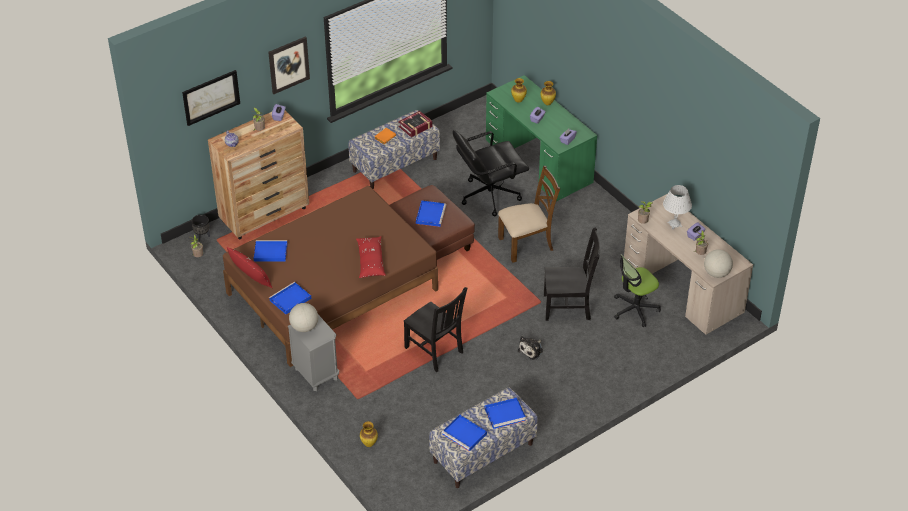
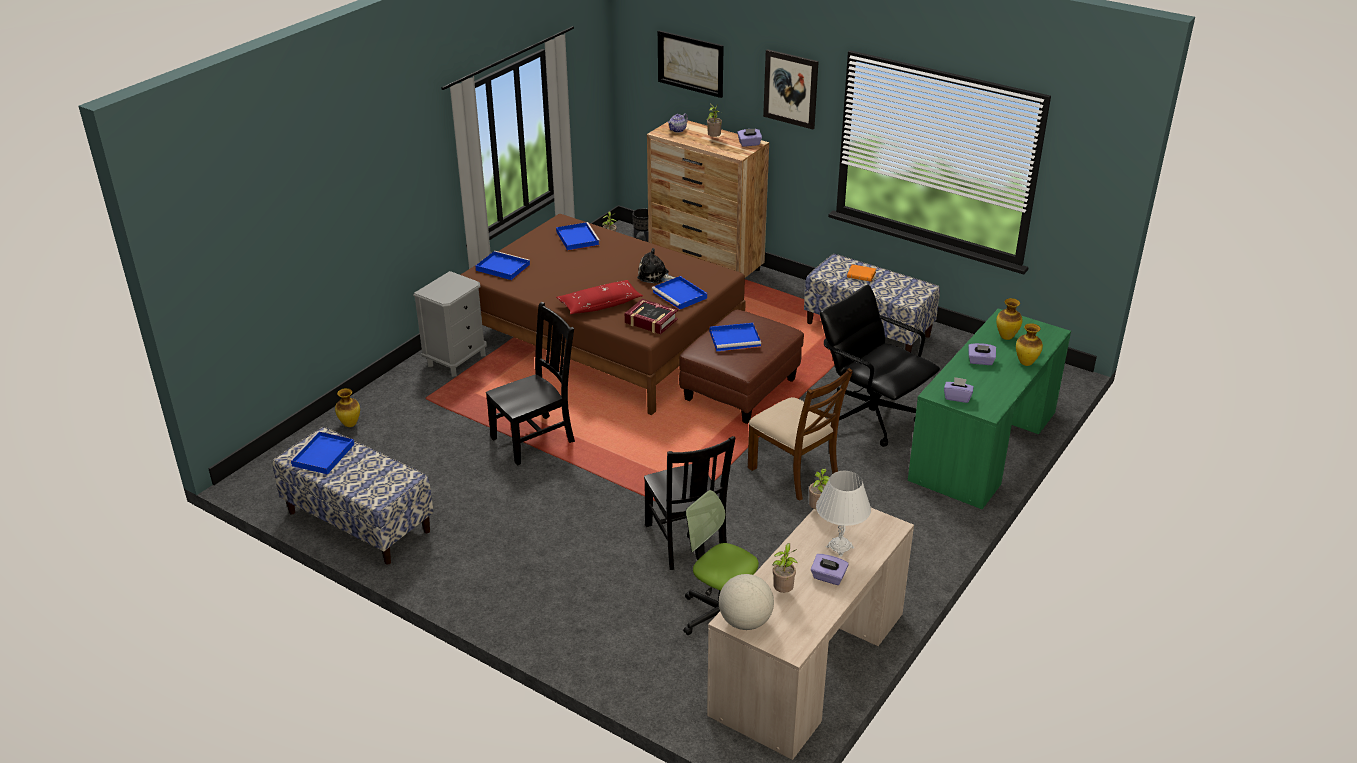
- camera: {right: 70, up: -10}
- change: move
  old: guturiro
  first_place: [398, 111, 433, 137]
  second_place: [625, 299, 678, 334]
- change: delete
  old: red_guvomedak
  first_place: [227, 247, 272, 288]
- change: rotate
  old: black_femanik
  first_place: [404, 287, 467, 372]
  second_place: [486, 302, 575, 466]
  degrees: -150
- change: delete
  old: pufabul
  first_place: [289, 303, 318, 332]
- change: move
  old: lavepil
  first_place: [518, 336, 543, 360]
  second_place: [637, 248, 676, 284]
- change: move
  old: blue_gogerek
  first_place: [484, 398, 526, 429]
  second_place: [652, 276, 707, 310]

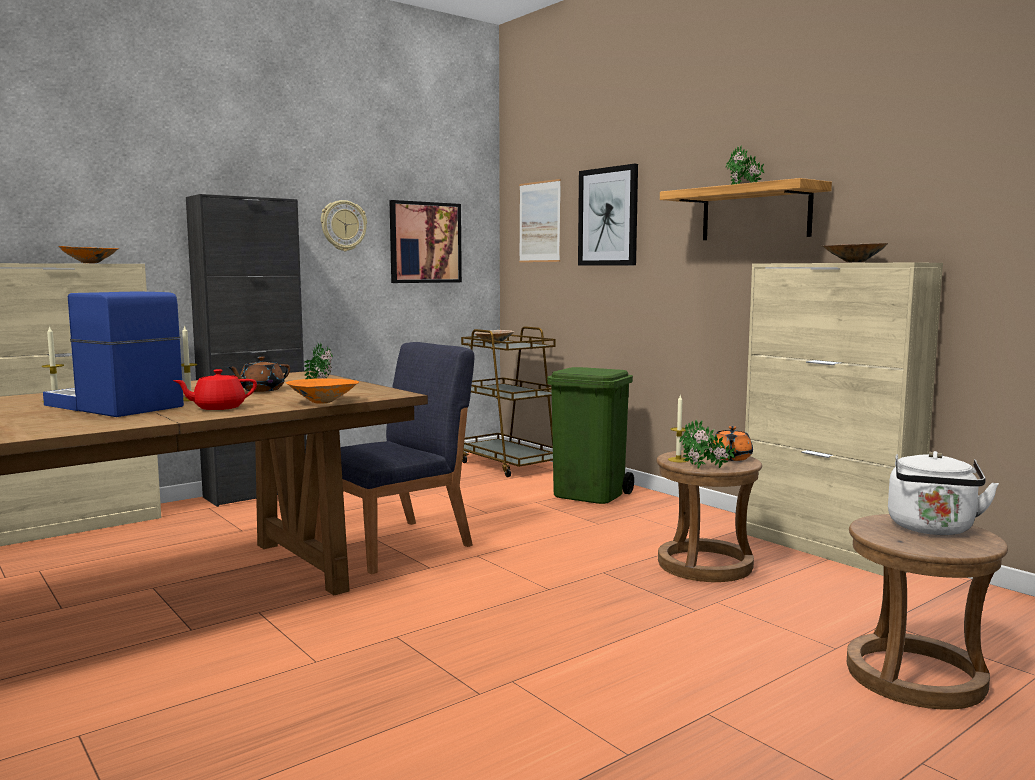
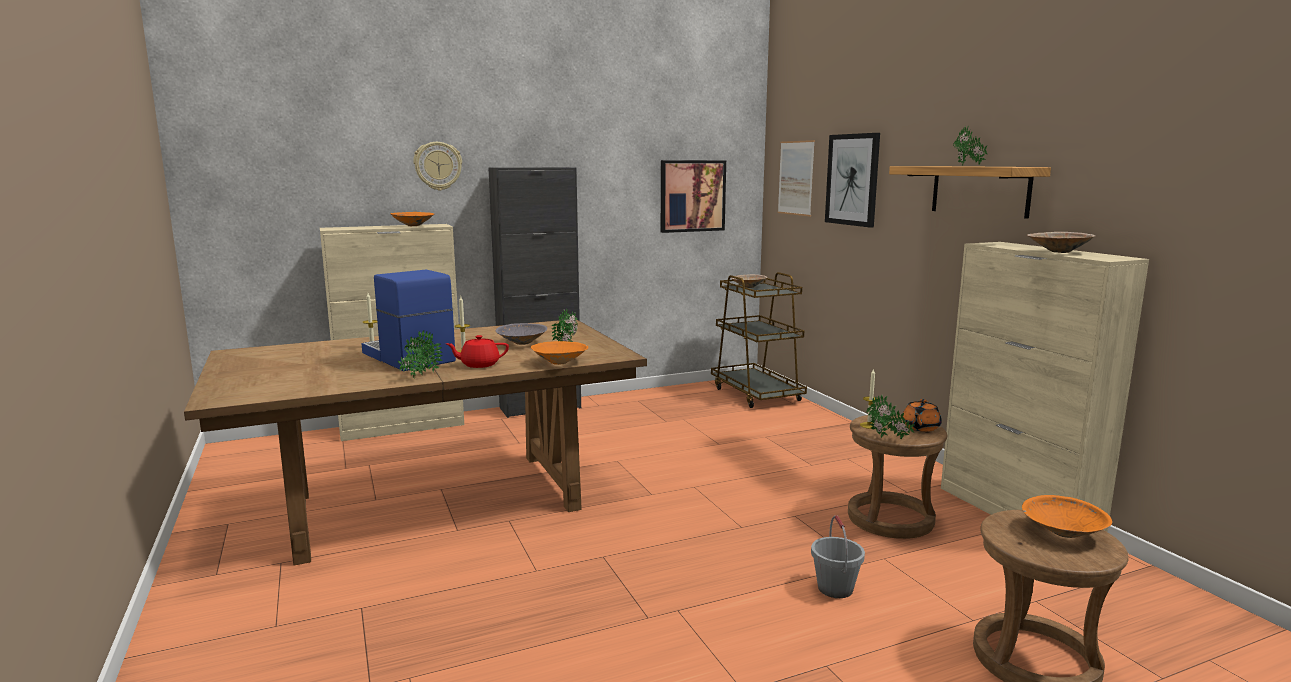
- camera: {right: 15, up: 5}
- change: move
  old: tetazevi
  first_place: [321, 200, 367, 251]
  second_place: [413, 142, 462, 190]
- change: delete
  old: blue_femanik
  first_place: [315, 342, 474, 574]
- change: replace
  old: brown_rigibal
  new: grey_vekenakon
  first_place: [228, 356, 290, 392]
  second_place: [496, 323, 548, 345]
- change: delete
  old: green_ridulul
  first_place: [547, 367, 634, 504]
- change: replace
  old: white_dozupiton
  new: orange_vekenakon
  first_place: [888, 451, 999, 535]
  second_place: [1022, 495, 1112, 538]
- change: insert
  new: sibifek
  second_place: [398, 330, 443, 379]
- change: insert
  new: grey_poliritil
  second_place: [811, 515, 865, 598]

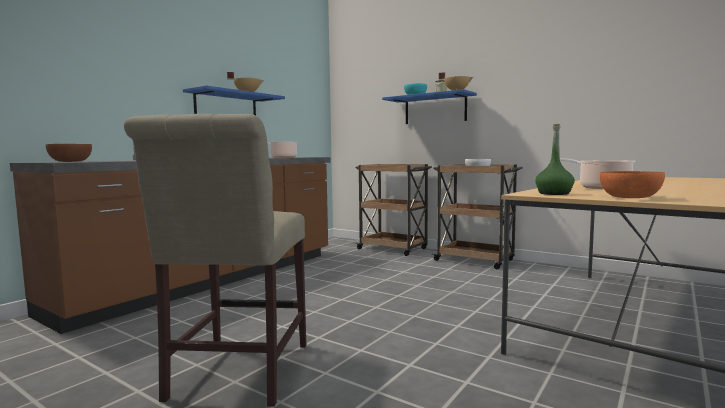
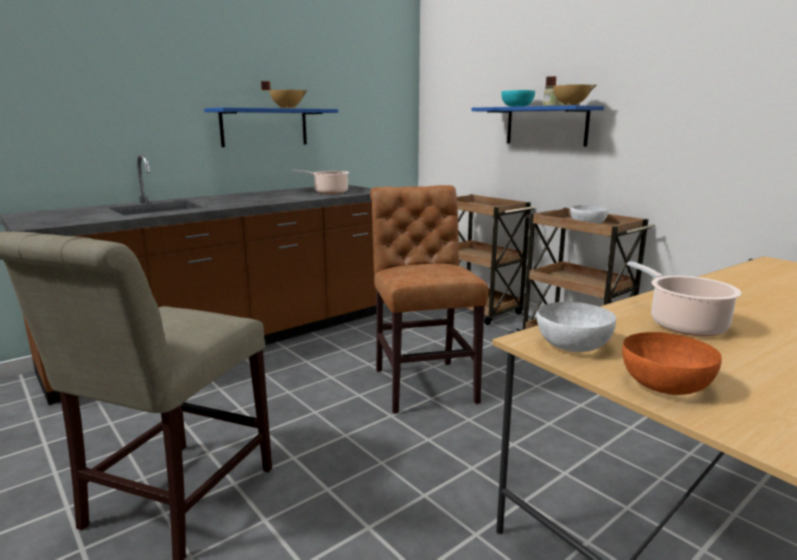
- camera: {right: 15, up: 10}
- change: replace
  old: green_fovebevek
  new: white_vekenakon
  first_place: [535, 124, 575, 195]
  second_place: [537, 302, 616, 352]
- change: delete
  old: brown_vekenakon
  first_place: [46, 144, 92, 162]
- change: insert
  new: brown_femanik
  second_place: [370, 185, 488, 414]

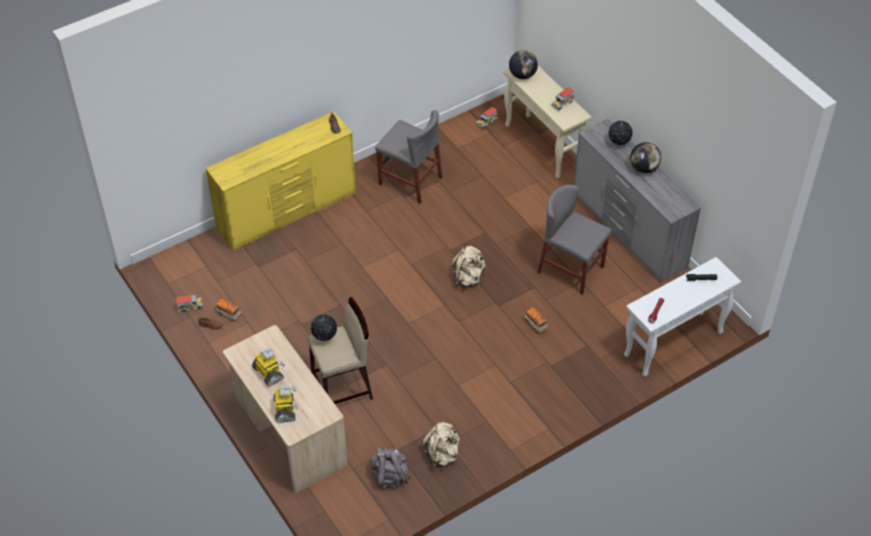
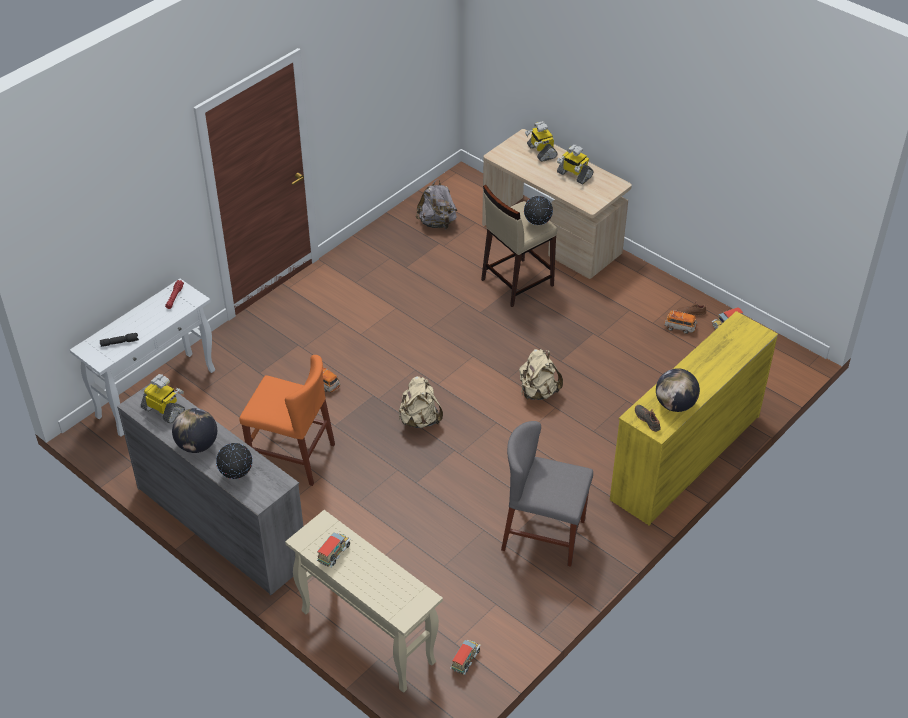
- camera: {right: 165, up: -5}
- change: move
  old: pufabul
  first_place: [509, 50, 538, 79]
  second_place: [656, 368, 700, 412]
- change: recolor
  old: grey_femanik
  new: orange_femanik
  first_place: [537, 185, 611, 295]
  second_place: [239, 355, 335, 486]
- change: move
  old: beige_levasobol
  first_place: [422, 422, 460, 470]
  second_place: [519, 349, 563, 400]
- change: insert
  new: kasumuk
  second_place: [141, 374, 185, 424]

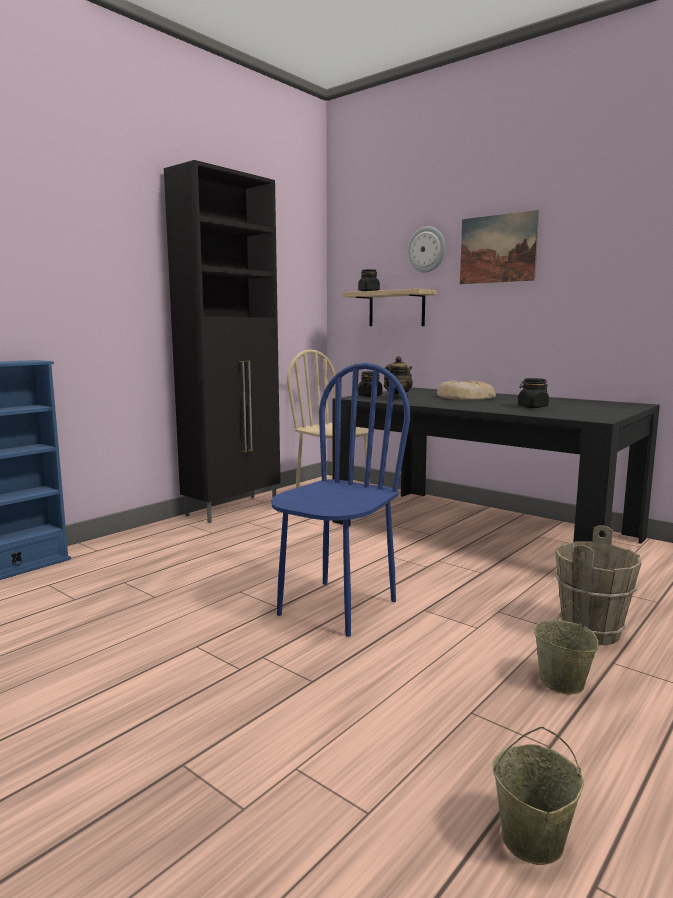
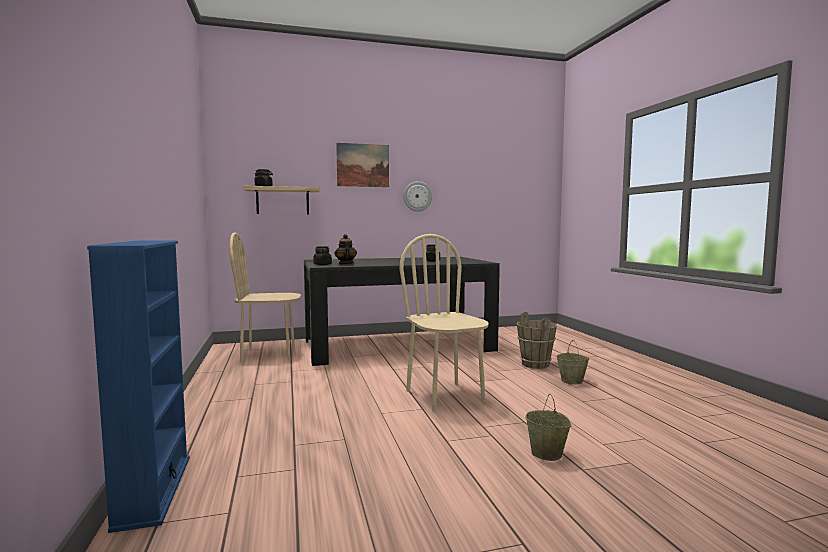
- camera: {right: -55, up: -5}
- change: delete
  old: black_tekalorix
  first_place: [164, 160, 280, 523]
- change: move
  old: tetazevi
  first_place: [407, 226, 446, 273]
  second_place: [403, 181, 432, 212]
- change: recolor
  old: blue_femanik
  new: beige_femanik
  first_place: [271, 363, 410, 637]
  second_place: [400, 234, 489, 412]
- change: delete
  old: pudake
  first_place: [437, 380, 496, 400]
- change: move
  old: beige_poliritil
  first_place: [493, 727, 584, 865]
  second_place: [525, 393, 571, 461]

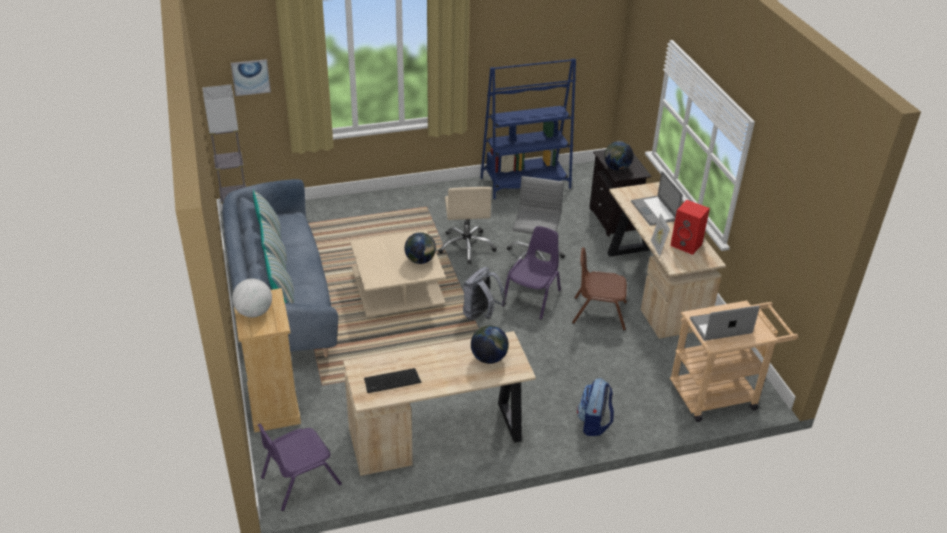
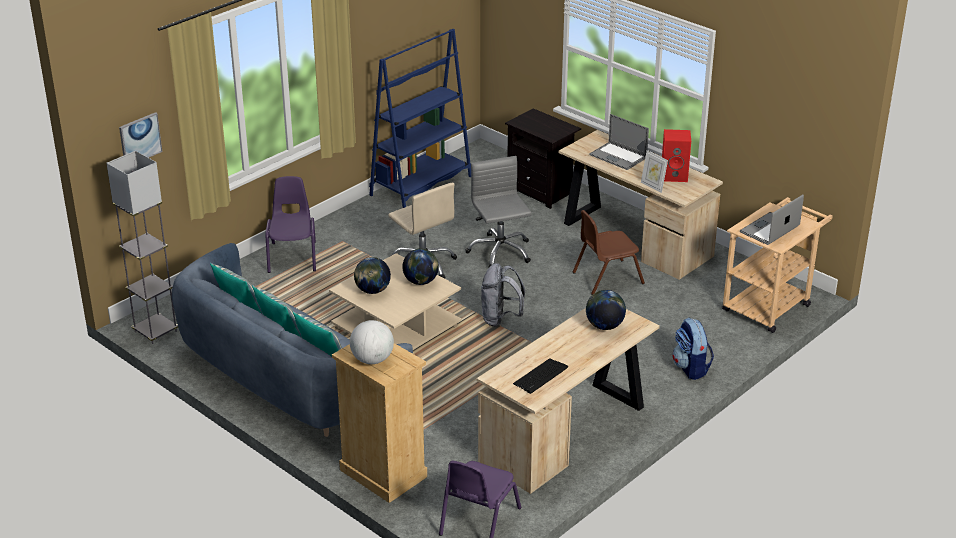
- camera: {right: -30, up: -5}
- change: move
  old: pufabul
  first_place: [604, 141, 633, 171]
  second_place: [354, 257, 391, 294]
- change: move
  old: purple_femanik
  first_place: [502, 226, 561, 320]
  second_place: [265, 176, 316, 273]

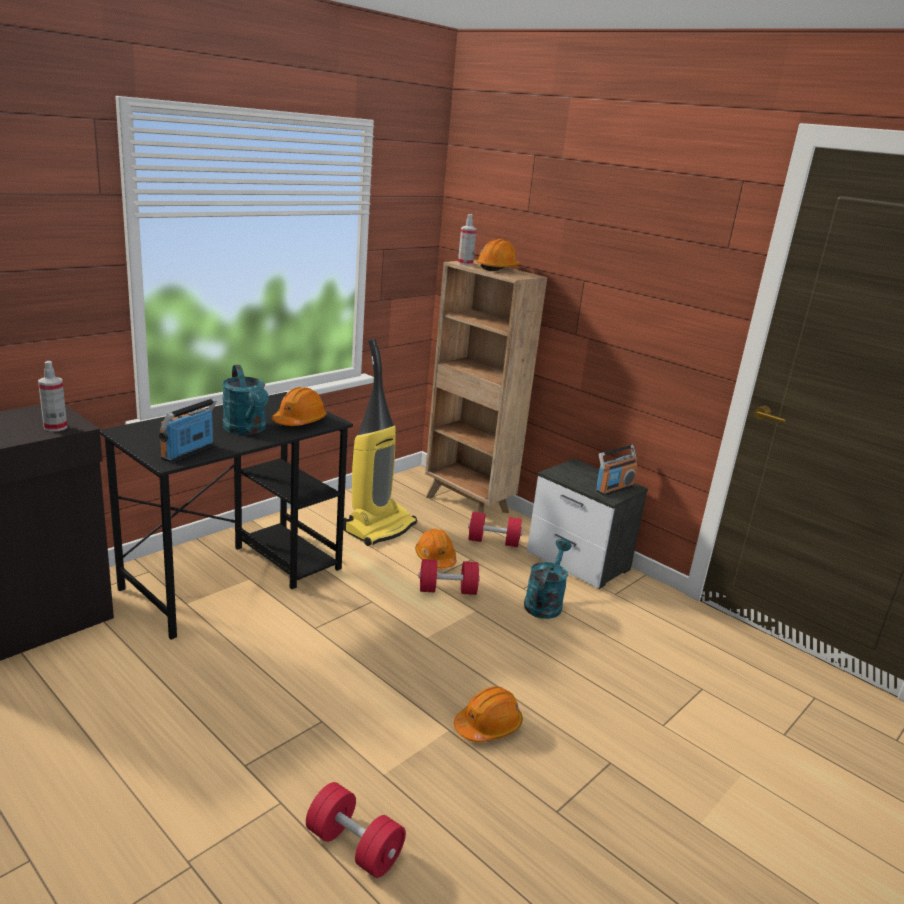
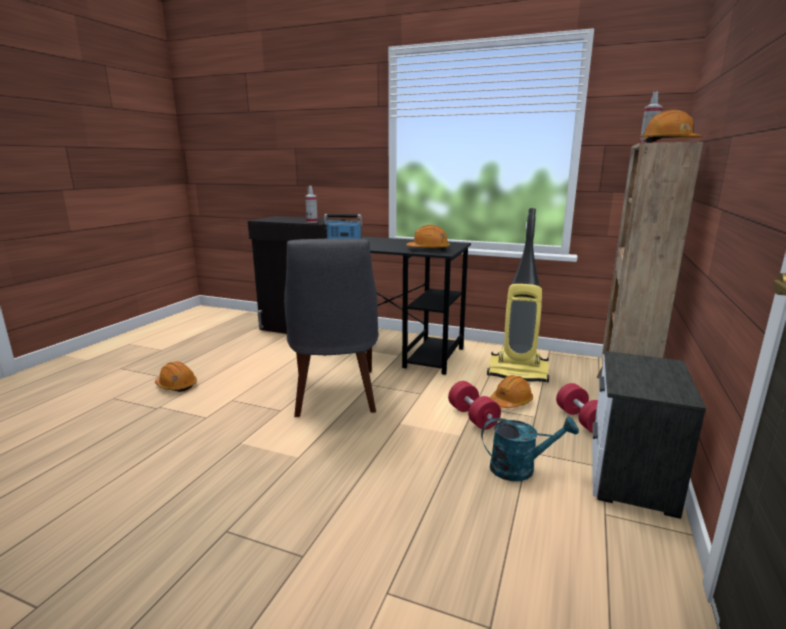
- camera: {right: 70, up: -5}
- change: delete
  old: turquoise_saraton
  first_place: [222, 365, 269, 435]
- change: delete
  old: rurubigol
  first_place: [596, 445, 637, 496]
- change: move
  old: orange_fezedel
  first_place: [454, 686, 523, 742]
  second_place: [155, 361, 197, 392]
- change: delete
  old: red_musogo
  first_place: [306, 782, 406, 878]
- change: insert
  new: grey_femanik
  second_place: [284, 238, 379, 417]

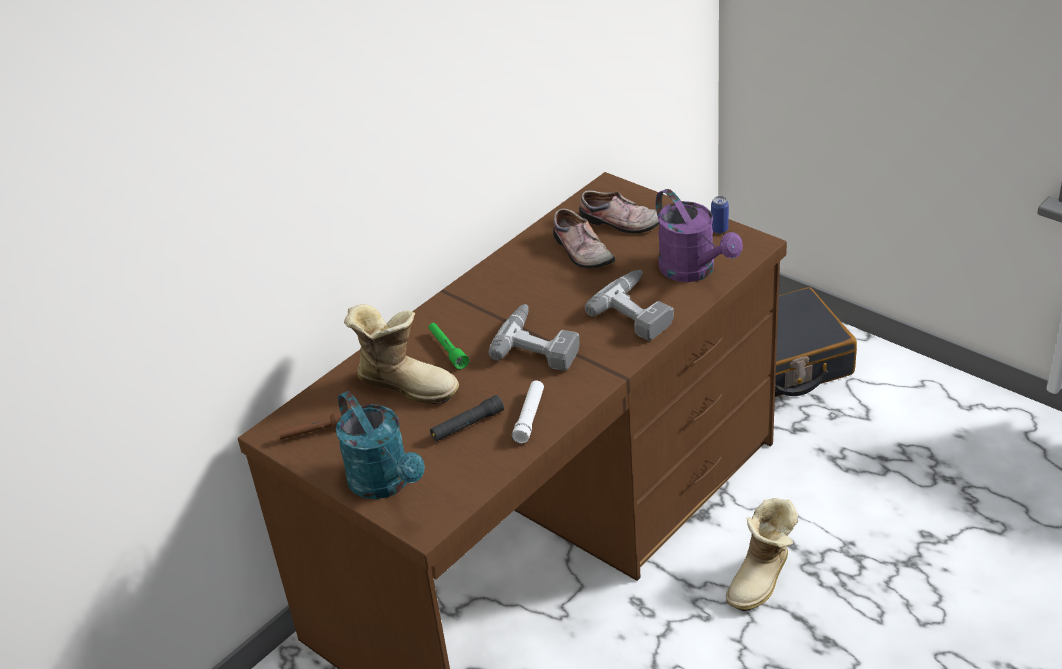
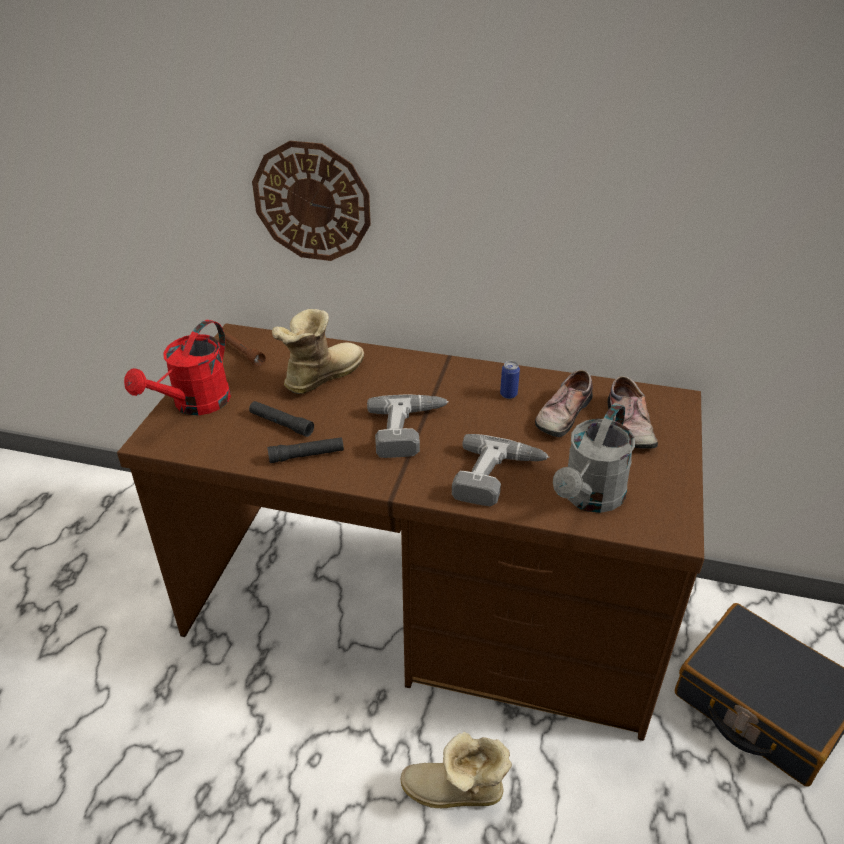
- camera: {right: 60, up: 0}
- change: recolor
  old: purple_saraton
  new: grey_saraton
  first_place: [656, 189, 743, 282]
  second_place: [553, 403, 635, 513]
- change: move
  old: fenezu
  first_place: [711, 196, 729, 234]
  second_place: [500, 361, 520, 399]
- change: rotate
  old: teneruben
  first_place: [344, 304, 459, 404]
  second_place: [272, 309, 364, 394]
  degrees: -135
- change: delete
  old: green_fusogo
  first_place: [429, 323, 469, 369]
- change: recolor
  old: white_fusogo
  new: black_fusogo
  first_place: [512, 381, 544, 444]
  second_place: [267, 437, 344, 463]
- change: recolor
  old: turquoise_saraton
  new: red_saraton
  first_place: [336, 391, 425, 499]
  second_place: [124, 320, 231, 415]
- change: insert
  new: tetazevi
  second_place: [252, 141, 371, 261]

